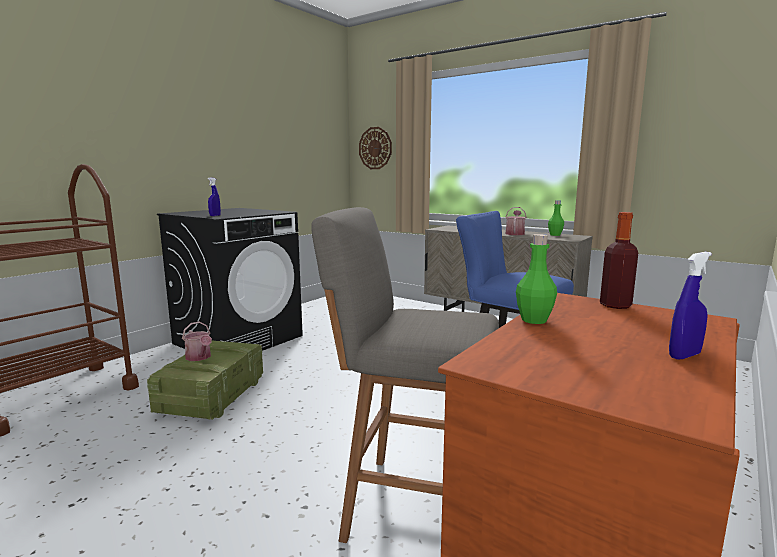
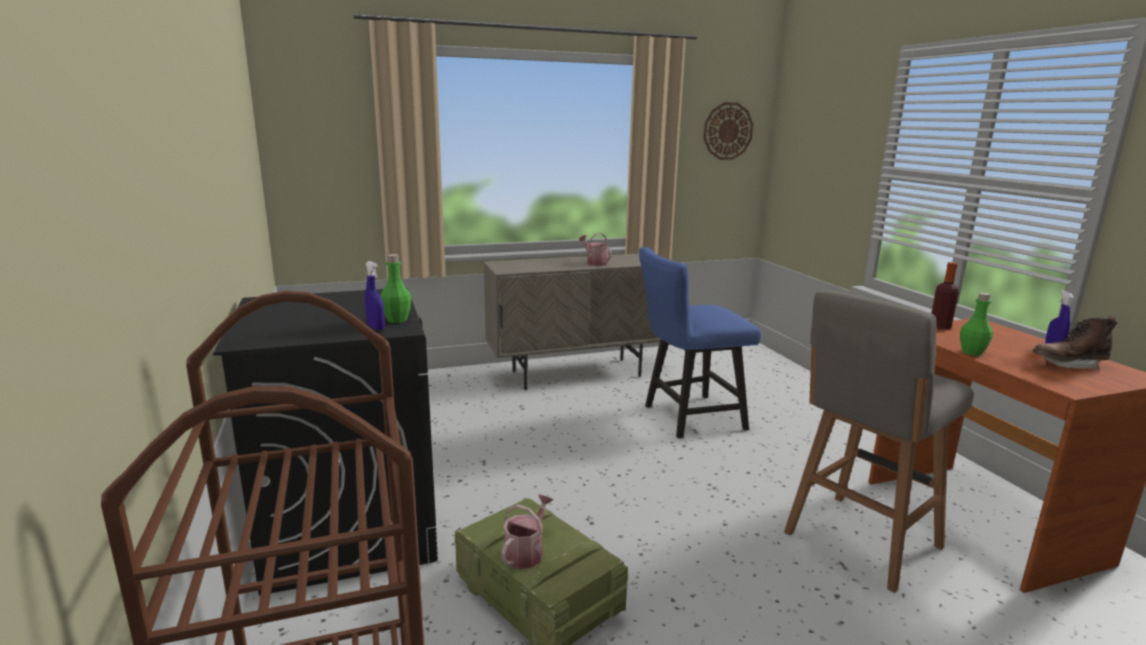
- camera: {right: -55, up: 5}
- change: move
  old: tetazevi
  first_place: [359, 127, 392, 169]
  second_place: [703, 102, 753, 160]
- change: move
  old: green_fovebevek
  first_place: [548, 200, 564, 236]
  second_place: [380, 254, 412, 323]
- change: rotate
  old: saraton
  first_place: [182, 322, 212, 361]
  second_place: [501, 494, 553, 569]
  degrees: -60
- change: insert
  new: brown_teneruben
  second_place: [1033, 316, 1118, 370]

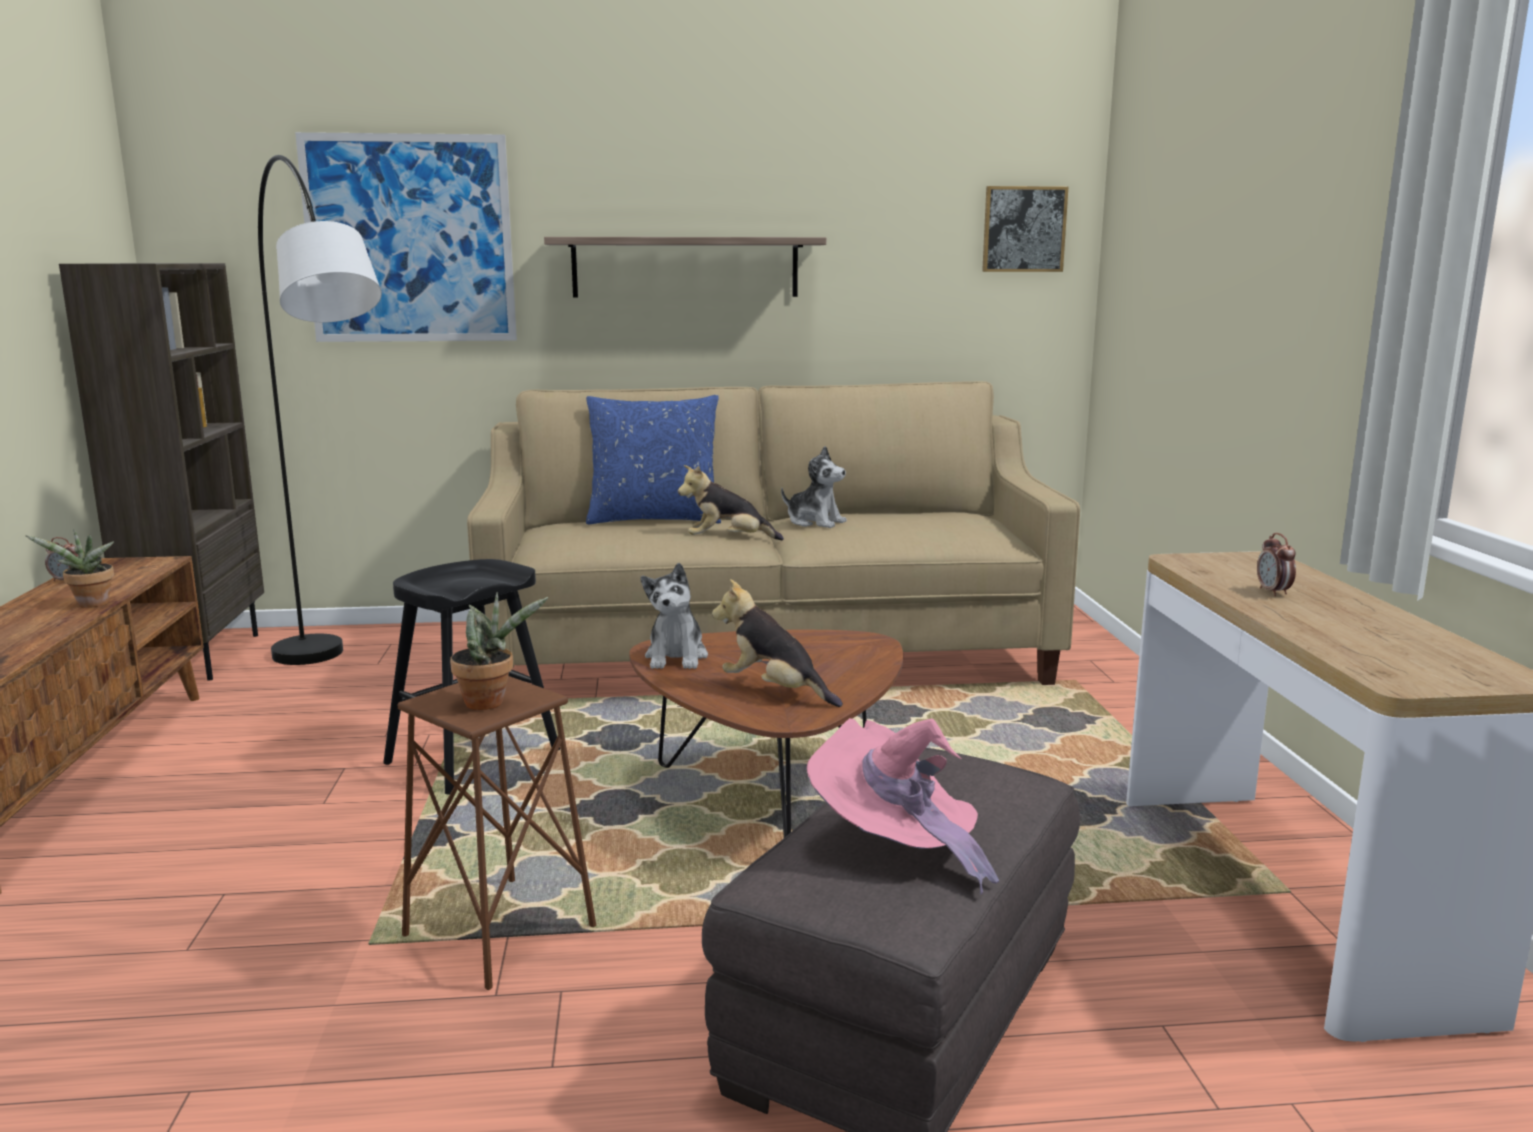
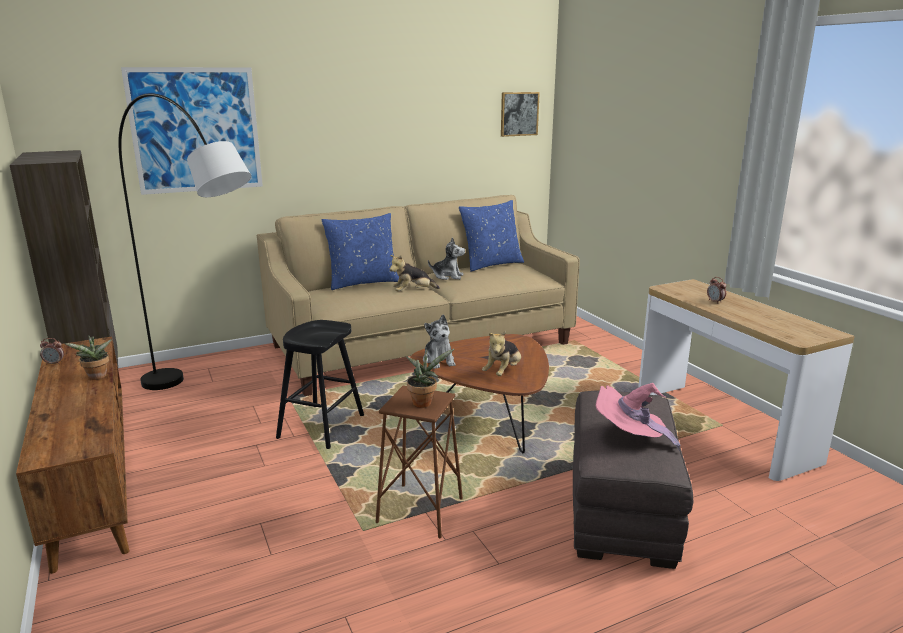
- camera: {right: -20, up: 5}
- change: delete
  old: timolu
  first_place: [544, 237, 826, 297]
- change: rotate
  old: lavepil
  first_place: [712, 579, 843, 707]
  second_place: [482, 331, 521, 376]
  degrees: -75
- change: insert
  new: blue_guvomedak
  second_place: [459, 200, 524, 272]

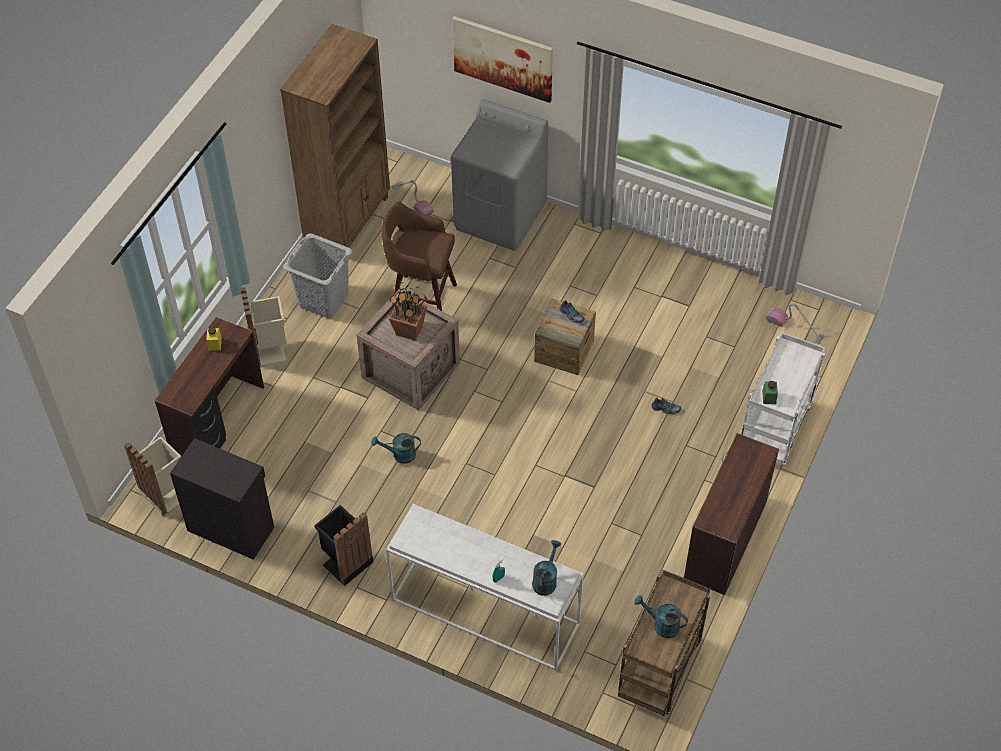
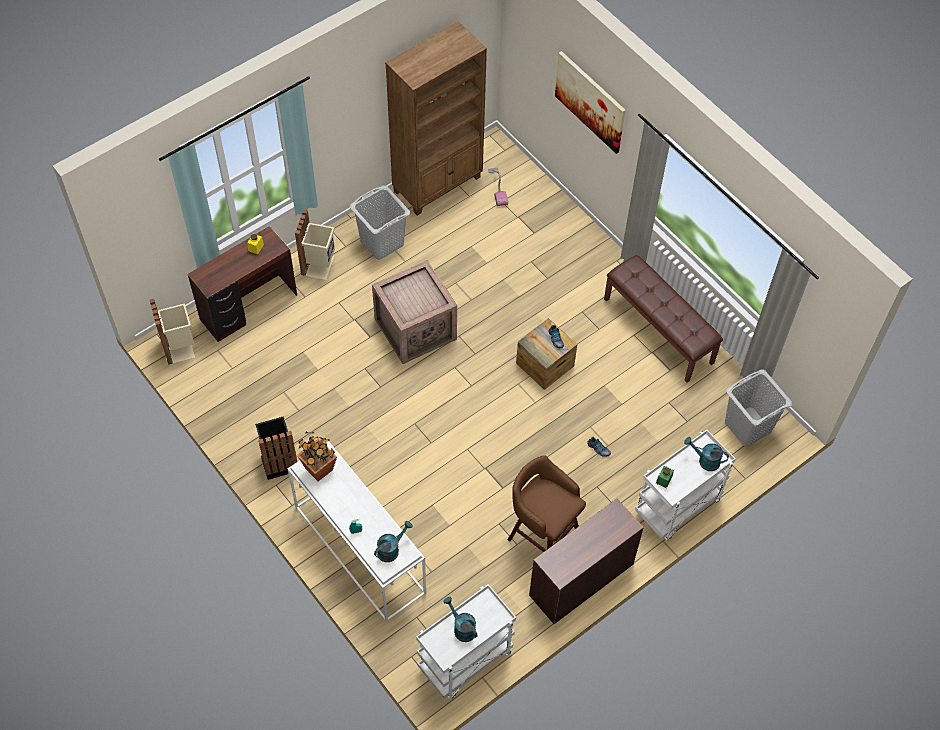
- camera: {right: 25, up: 5}
- change: delete
  old: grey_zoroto
  first_place: [451, 99, 548, 251]
- change: move
  old: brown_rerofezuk
  first_place: [382, 201, 457, 311]
  second_place: [508, 456, 586, 552]
- change: move
  old: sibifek
  first_place: [389, 282, 428, 341]
  second_place: [297, 432, 337, 481]
- change: replace
  old: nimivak
  new: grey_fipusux
  first_place: [766, 303, 825, 344]
  second_place: [725, 370, 792, 446]
- change: move
  old: turquoise_saraton
  first_place: [371, 433, 421, 464]
  second_place: [684, 437, 729, 471]
- change: delete
  old: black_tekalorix
  first_place: [170, 438, 274, 560]
- change: recolor
  old: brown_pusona
  new: white_pusona
  first_place: [618, 570, 710, 716]
  second_place: [416, 584, 516, 699]
- change: insert
  new: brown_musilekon
  second_place: [604, 255, 723, 382]

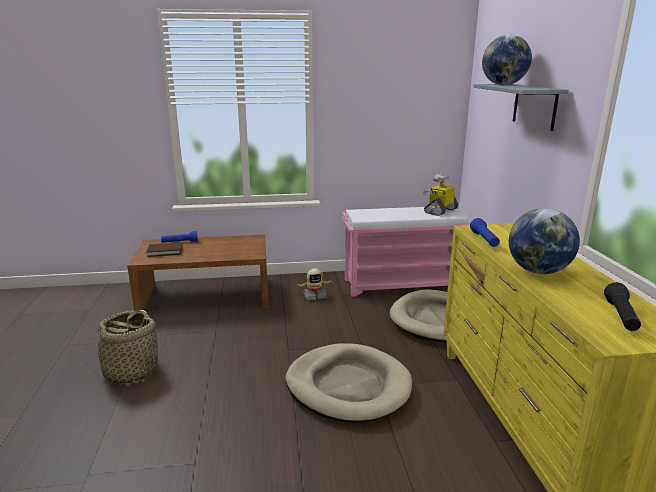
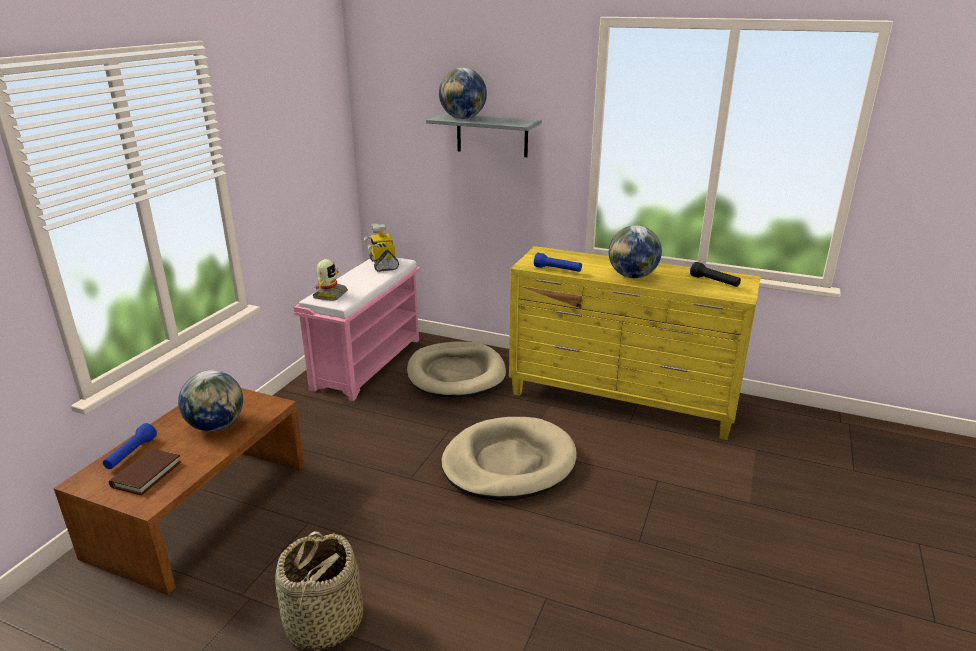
- camera: {right: -60, up: 5}
- change: move
  old: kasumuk
  first_place: [295, 268, 332, 300]
  second_place: [313, 259, 348, 301]
- change: insert
  new: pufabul
  second_place: [178, 370, 243, 431]

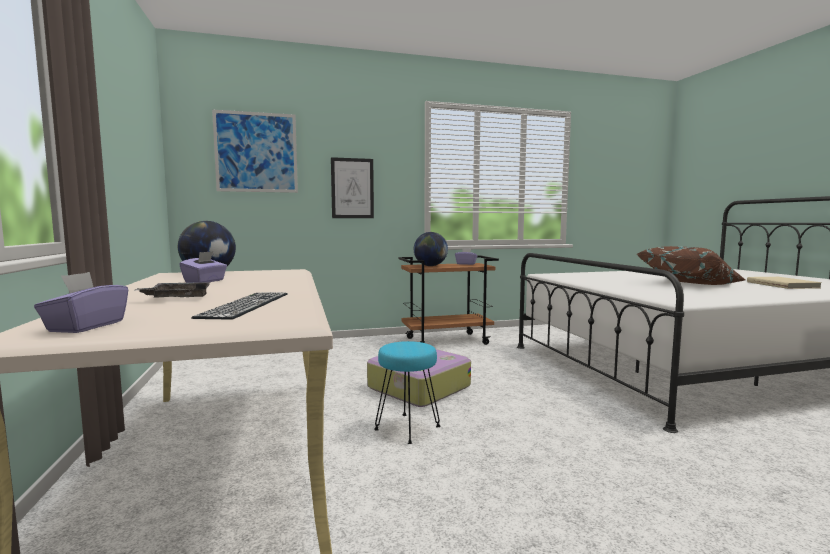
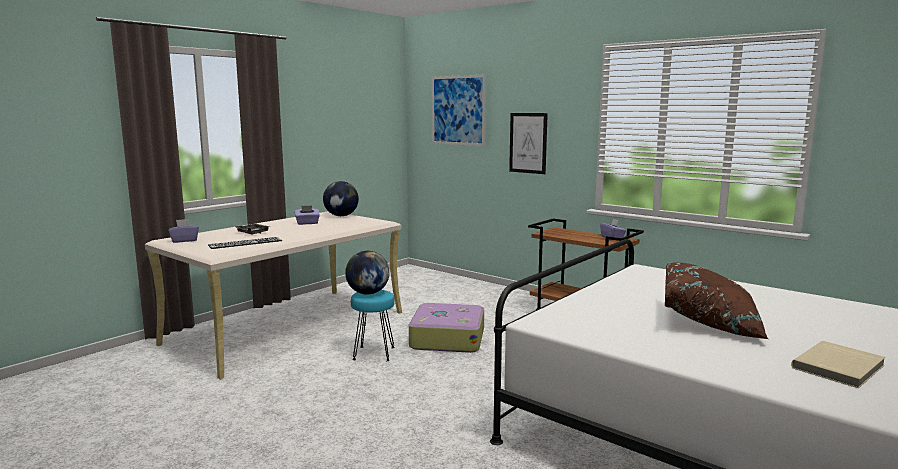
- camera: {right: 55, up: 5}
- change: move
  old: pufabul
  first_place: [414, 232, 448, 266]
  second_place: [345, 251, 390, 295]

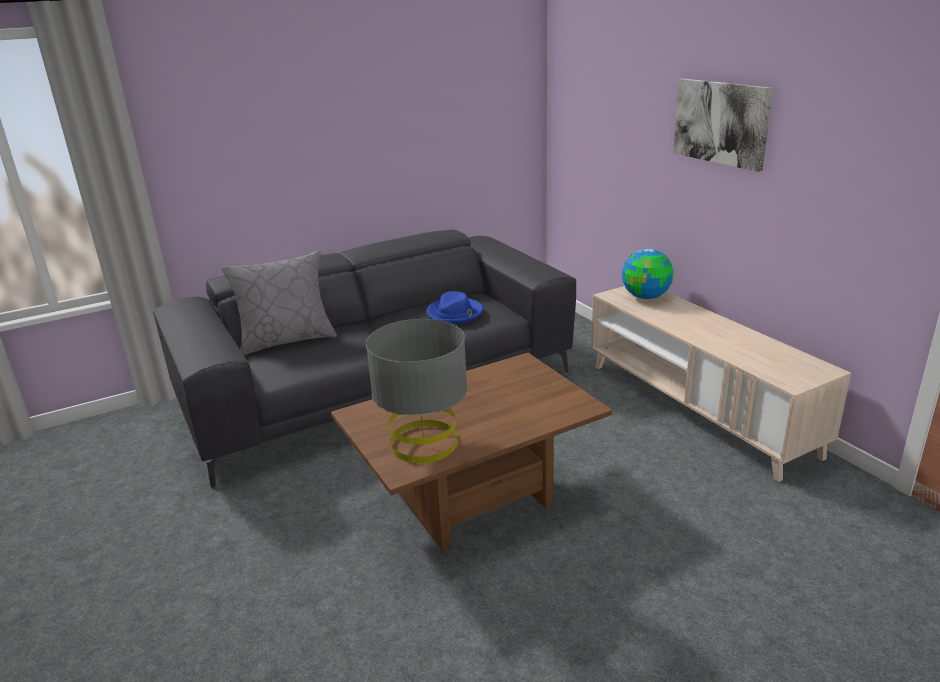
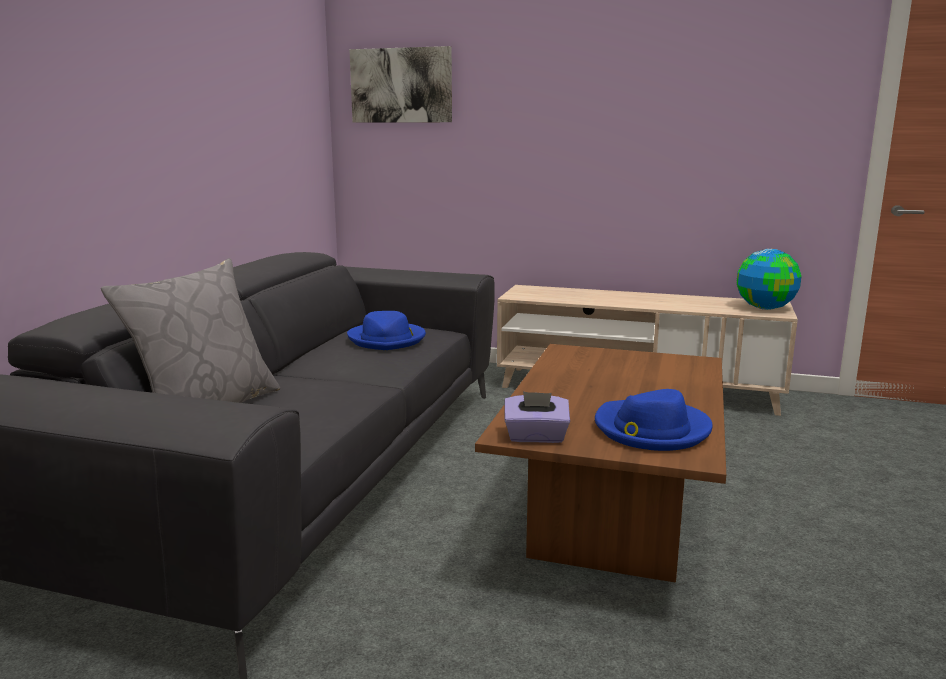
- camera: {right: -45, up: -10}
- change: move
  old: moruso
  first_place: [673, 78, 773, 172]
  second_place: [349, 46, 452, 123]
- change: move
  old: pufabul
  first_place: [622, 249, 674, 299]
  second_place: [736, 249, 802, 310]
- change: replace
  old: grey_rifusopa
  new: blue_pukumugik
  first_place: [366, 319, 467, 463]
  second_place: [595, 389, 713, 451]
- change: insert
  new: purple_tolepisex
  second_place: [504, 391, 570, 443]

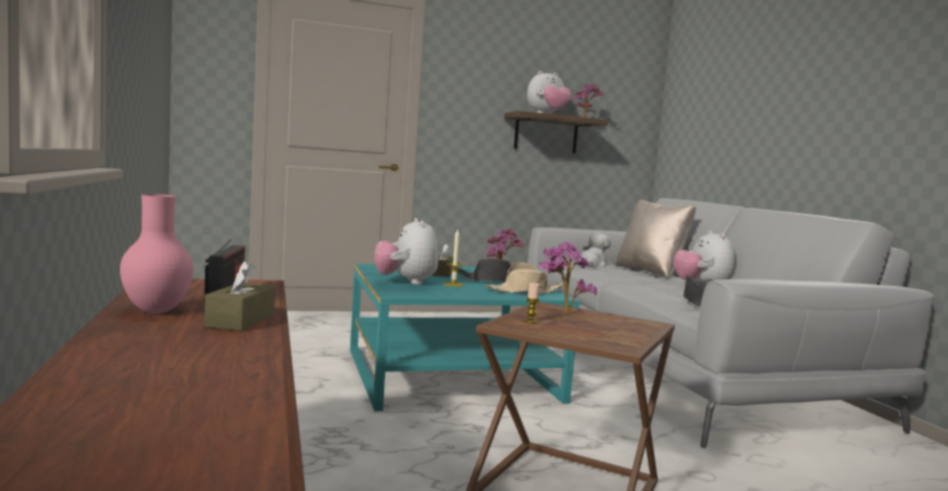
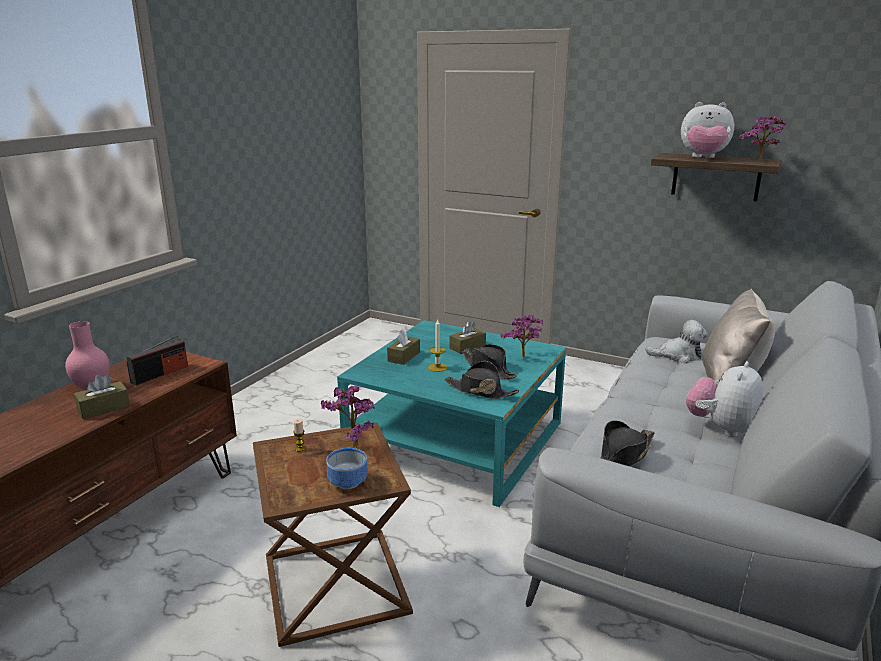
- camera: {right: 45, up: 15}
- change: replace
  old: lavepil
  new: brown_tolepisex
  first_place: [374, 218, 438, 285]
  second_place: [387, 329, 420, 365]
- change: recolor
  old: beige_pukumugik
  new: black_pukumugik
  first_place: [486, 262, 564, 293]
  second_place: [445, 361, 519, 399]
- change: insert
  new: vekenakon
  second_place: [327, 448, 368, 489]

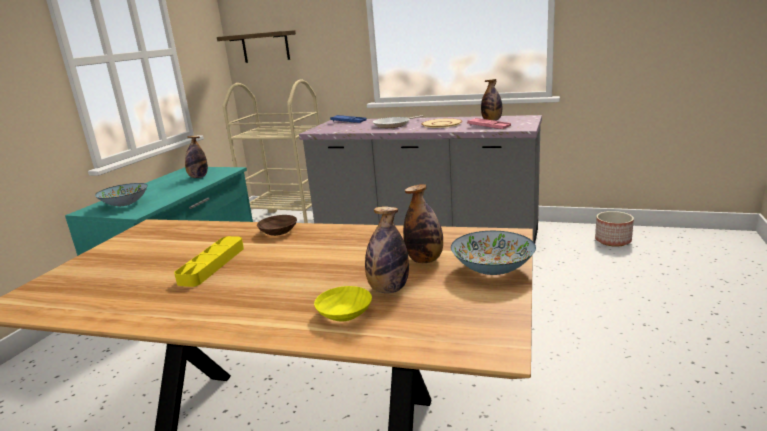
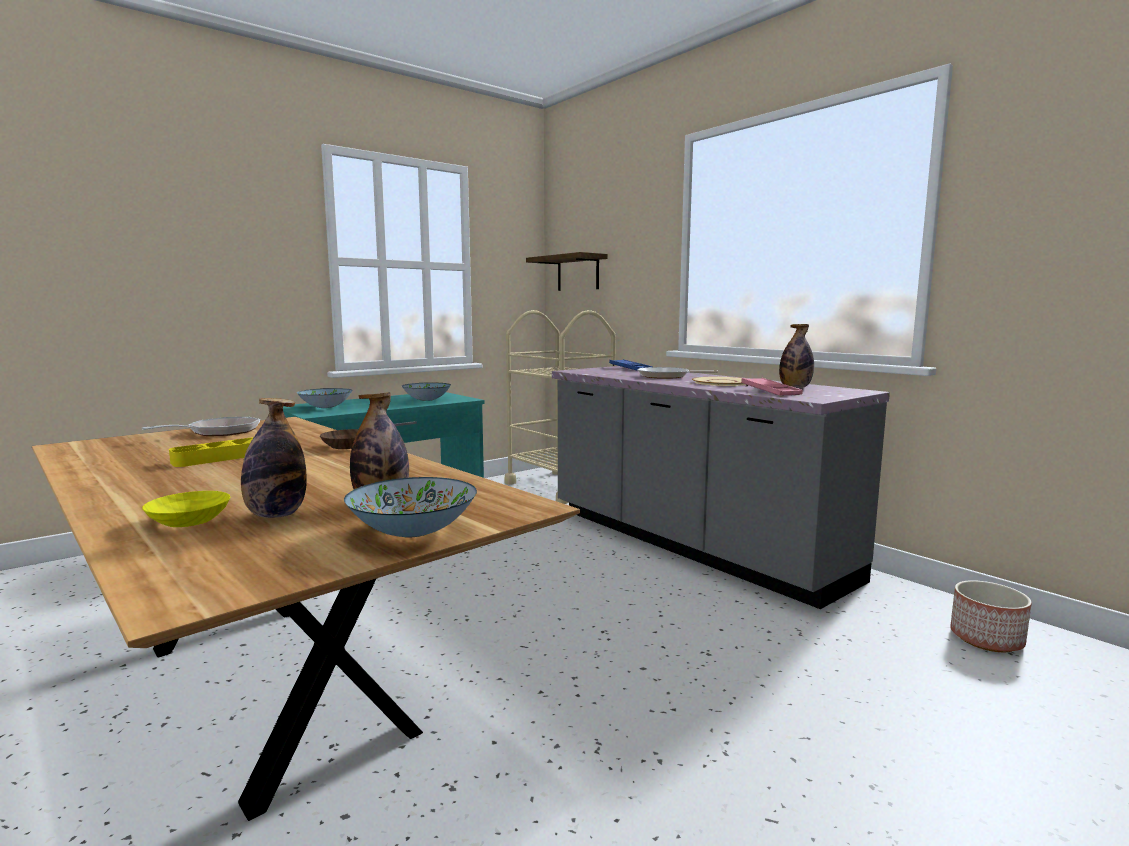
- camera: {right: 30, up: -10}
- change: replace
  old: fovebevek
  new: vekenakon
  first_place: [185, 136, 208, 178]
  second_place: [402, 382, 451, 401]
- change: insert
  new: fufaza
  second_place: [142, 417, 260, 436]

